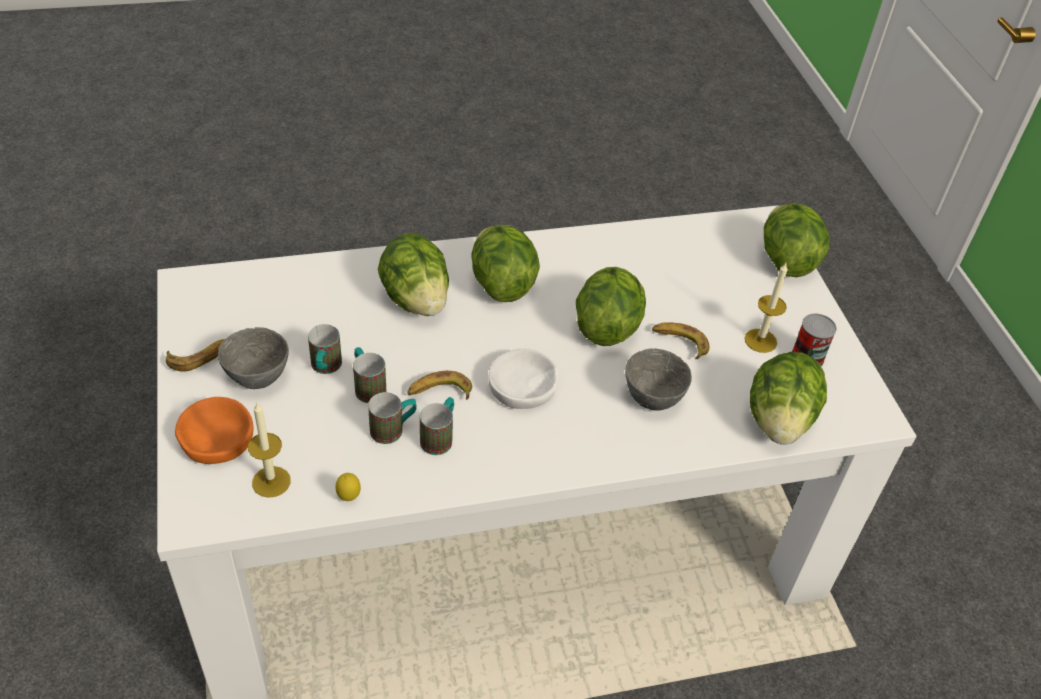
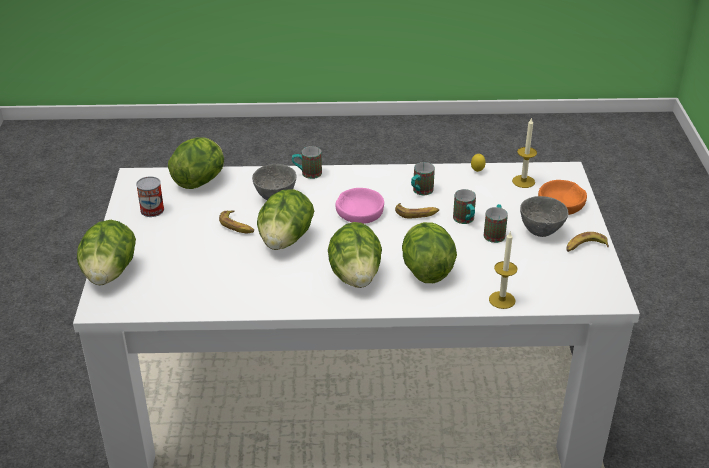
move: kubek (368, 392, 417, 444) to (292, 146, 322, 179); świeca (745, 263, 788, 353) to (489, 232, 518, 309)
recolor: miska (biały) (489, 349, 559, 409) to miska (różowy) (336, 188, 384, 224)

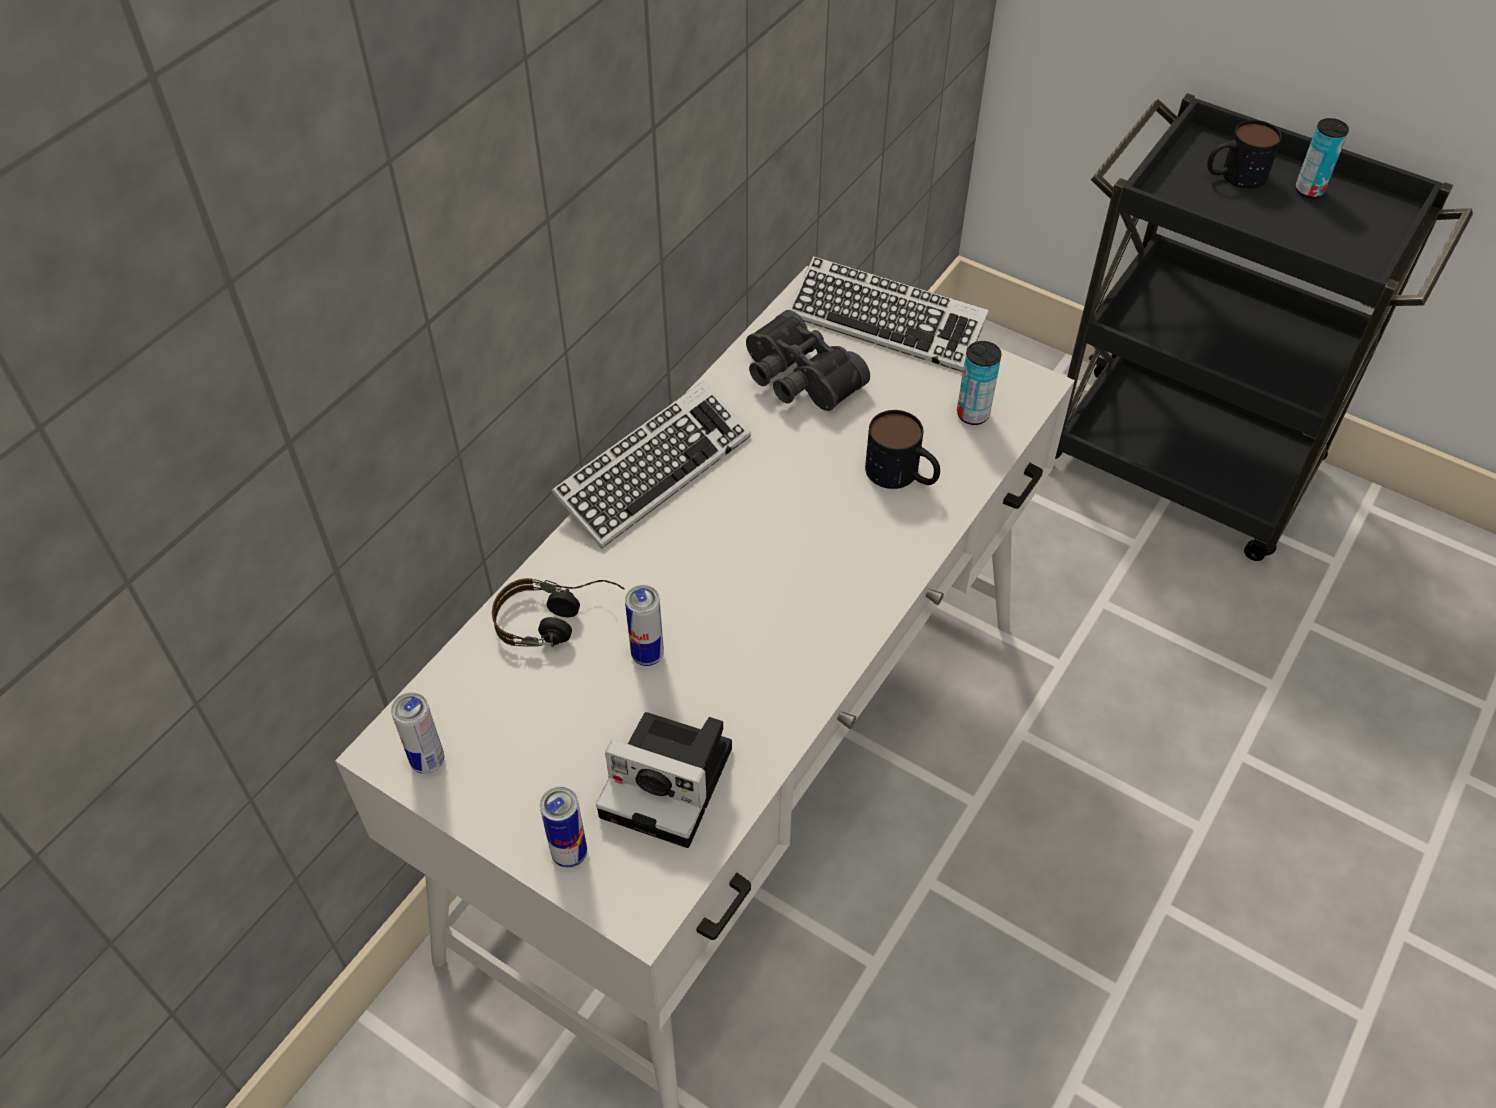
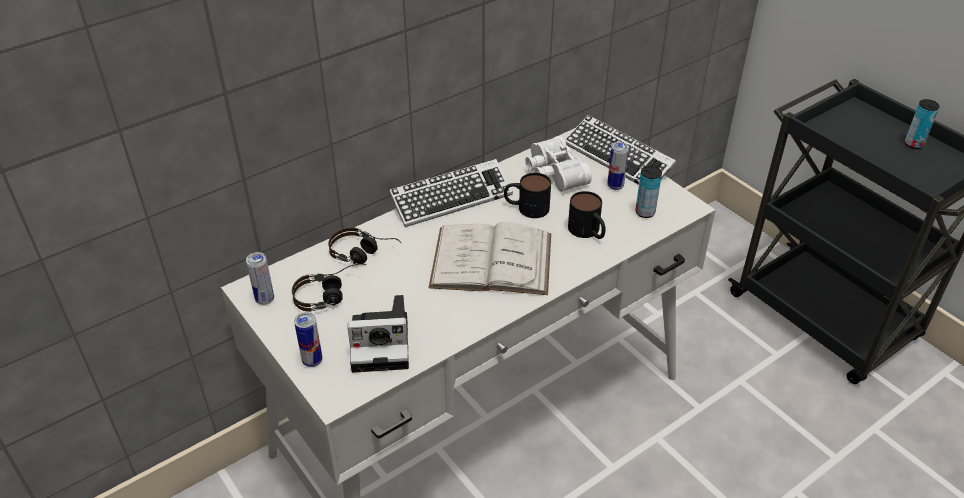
insert: słuchawki (292, 263, 366, 312); książka (biały) (429, 222, 551, 295)
move: puszka (625, 585, 664, 666) to (607, 142, 629, 190); kubek (1207, 120, 1282, 189) to (504, 173, 551, 218)
recolor: lornetka (czarny) (746, 310, 870, 411) to lornetka (biały) (525, 136, 592, 192)
rotate: aparat fotograficzny (596, 712, 732, 848) = (348, 295, 409, 373) 45 degrees counterclockwise

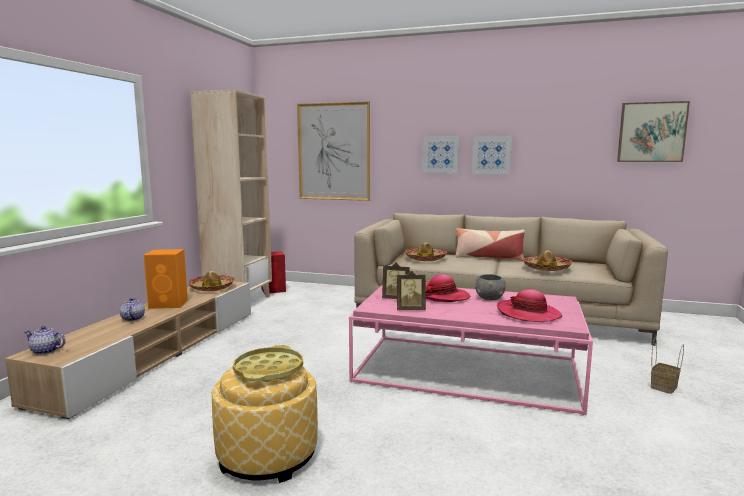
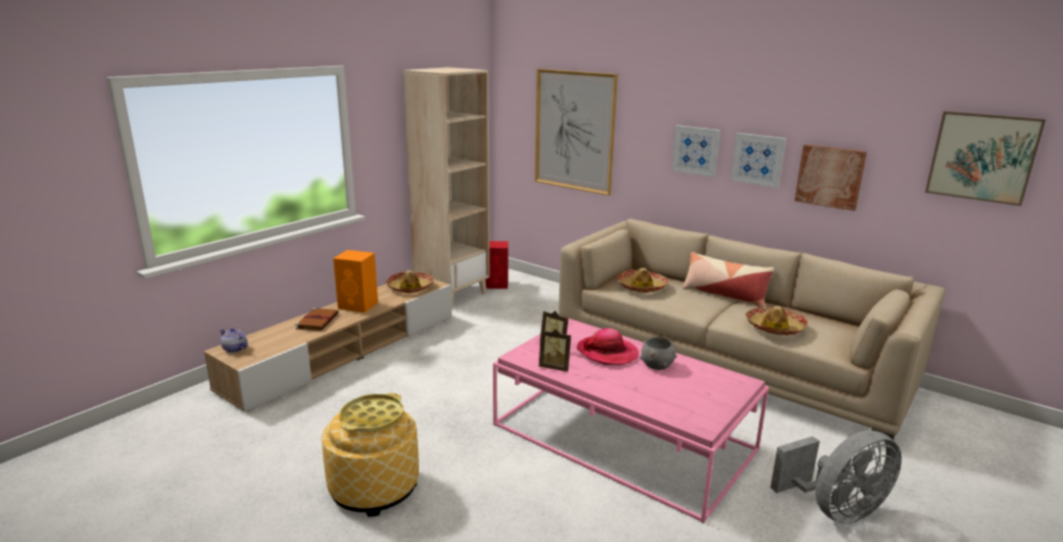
delete: kapelusz (497, 289, 562, 322)
insert: obraz (795, 144, 867, 211)
replace: imbryk (120, 298, 145, 321) to książka (brązowy) (295, 308, 339, 331); koszyk (650, 338, 684, 394) to wentylator (szary) (770, 430, 902, 524)

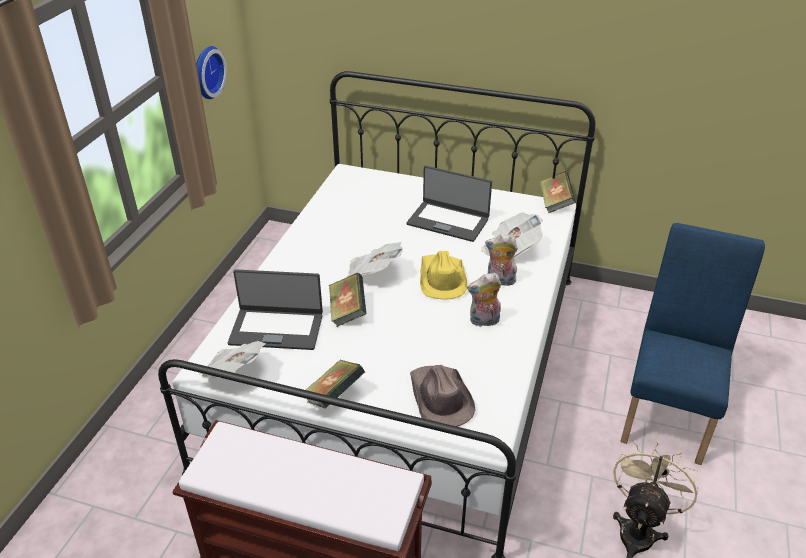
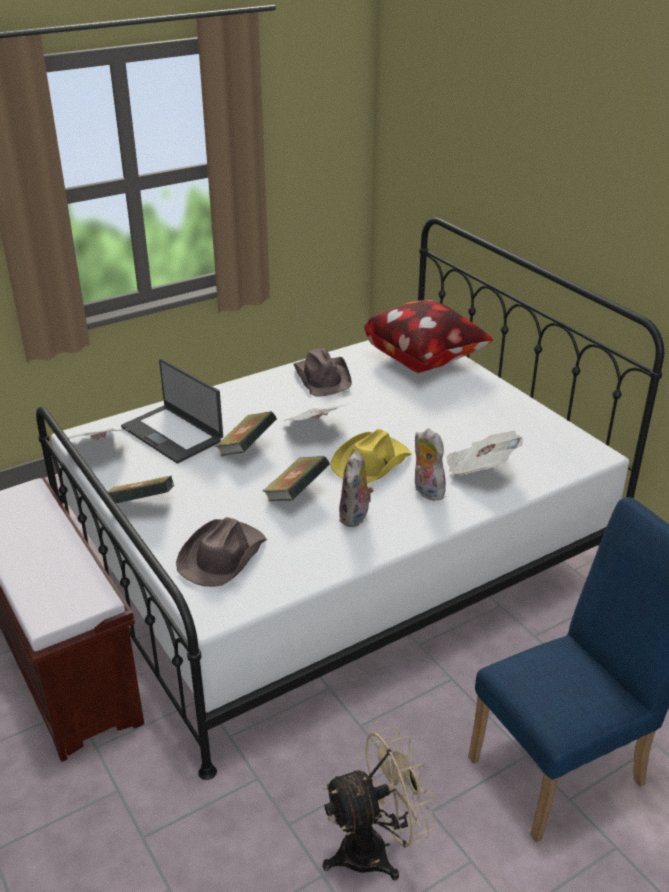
delete: zegar ścienny (196, 46, 227, 99); laptop (407, 166, 492, 242)
insert: kapelusz (brązowy) (293, 348, 352, 397); poduszka (364, 300, 493, 373)
move: książka (539, 171, 576, 213) to (263, 456, 330, 501)
rotate: pluszak (467, 273, 501, 327) = (339, 451, 374, 527) 105 degrees counterclockwise

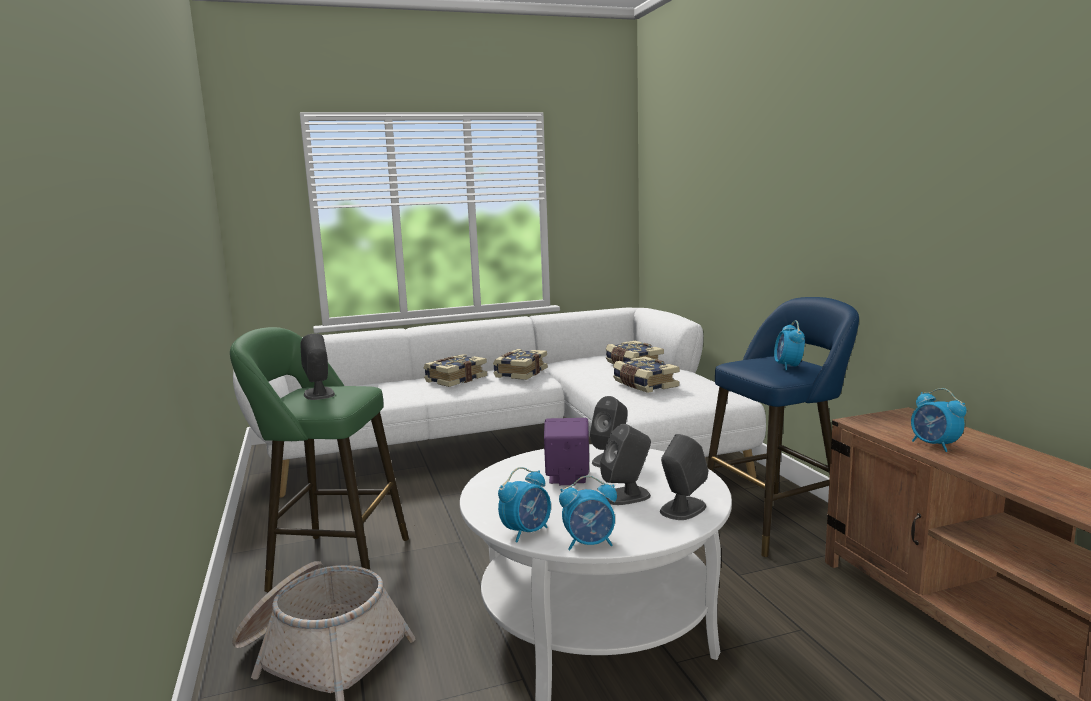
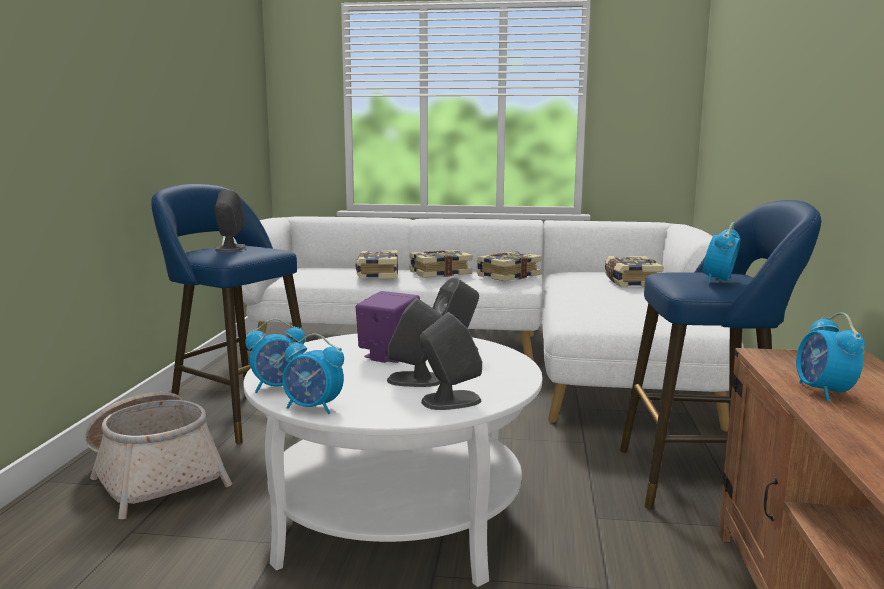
move: książka (613, 357, 679, 393) to (356, 251, 398, 279)
recolor: stołek (zielony) (230, 327, 409, 592) to stołek (niebieski) (151, 184, 303, 444)

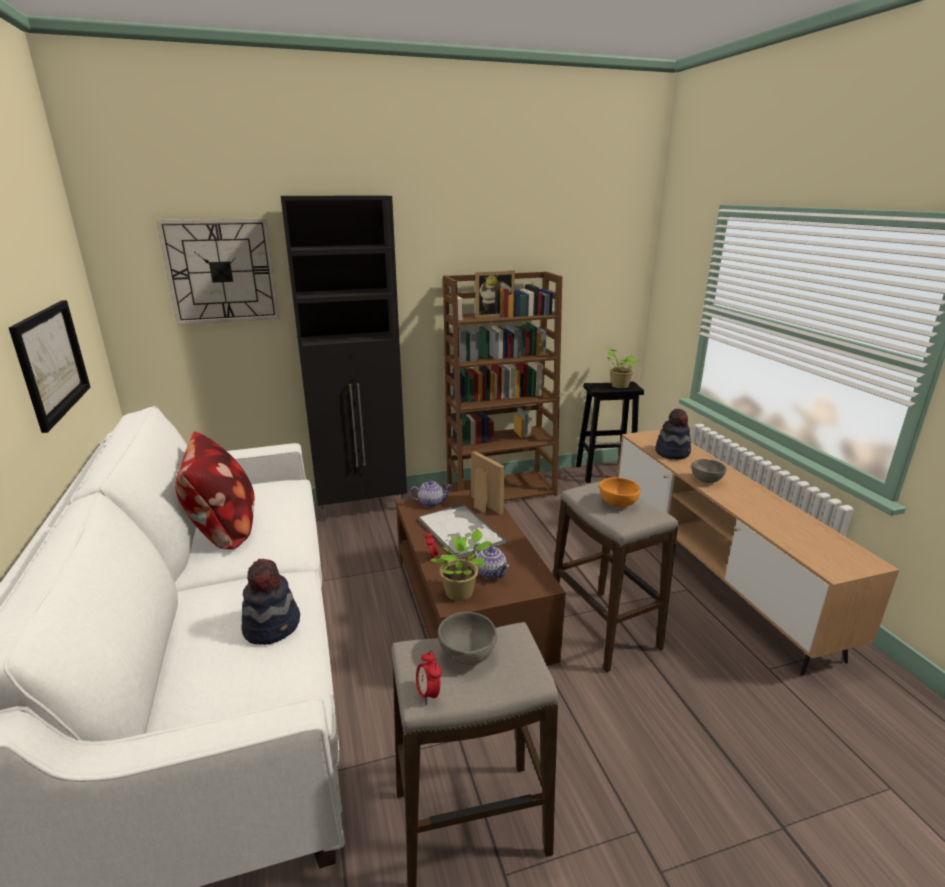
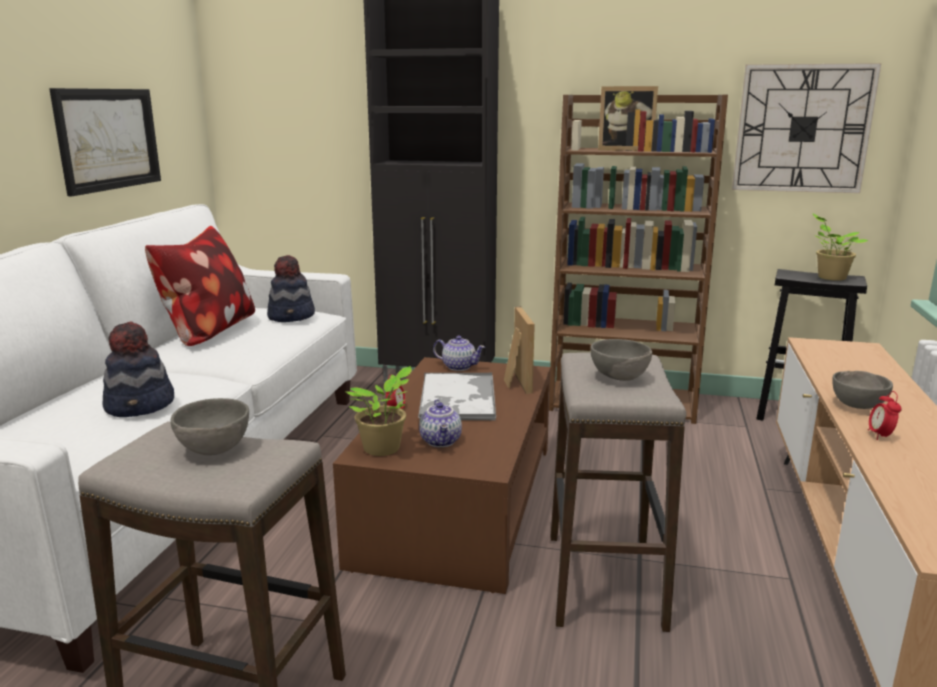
move: zegar ścienny (156, 219, 279, 325) to (732, 63, 881, 193); budzik (416, 650, 442, 705) to (868, 391, 902, 440); kapelusz (655, 408, 691, 460) to (267, 255, 315, 322)
recolor: miska (pomarańczowy) (600, 477, 640, 507) to miska (szary) (590, 339, 652, 381)

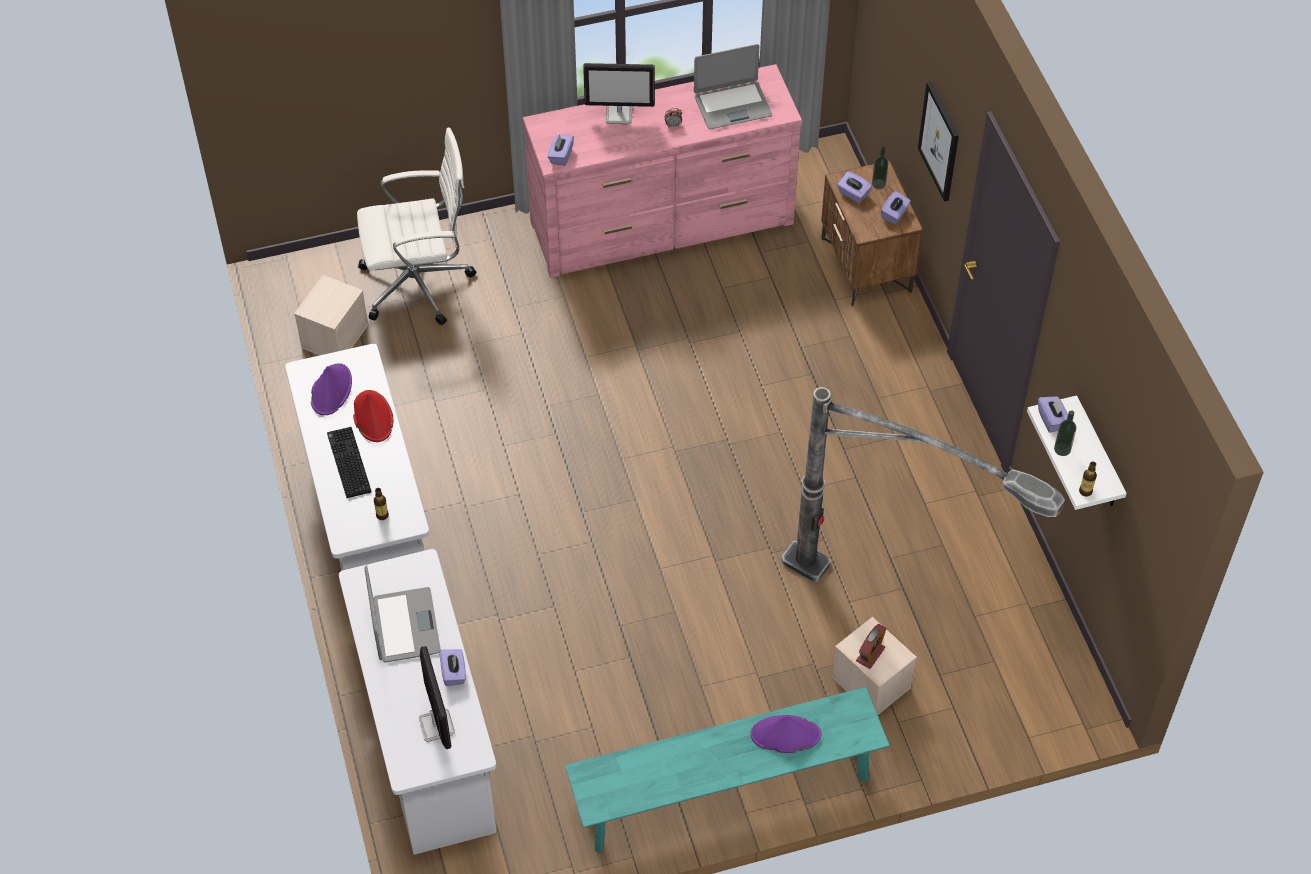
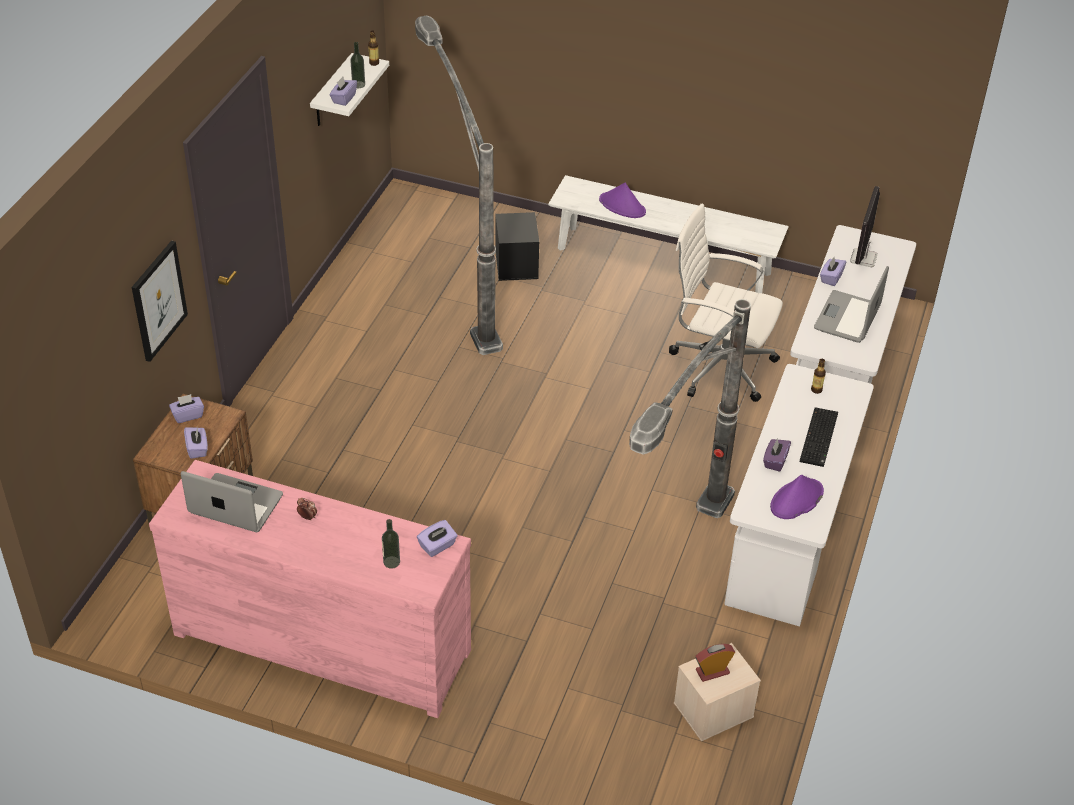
delete: monitor (583, 63, 655, 124)
insert: lampa stojąca (629, 299, 751, 518)
move: krzesło biurowe (biały) (357, 128, 476, 325) to (669, 204, 783, 402); budzik (856, 624, 887, 669) to (696, 644, 735, 682); butelka (872, 147, 888, 189) to (382, 519, 400, 569)
replace: kapelusz (czerwony) (353, 390, 393, 442) to pudełko chusteczek (fioletowy) (763, 438, 791, 472)
recolor: ławka (turkusowy) (565, 687, 890, 853) to ławka (biały) (548, 175, 789, 293); pojemnik do przechowywania (beżowy) (831, 617, 917, 715) to pojemnik do przechowywania (czarny) (495, 212, 539, 281)

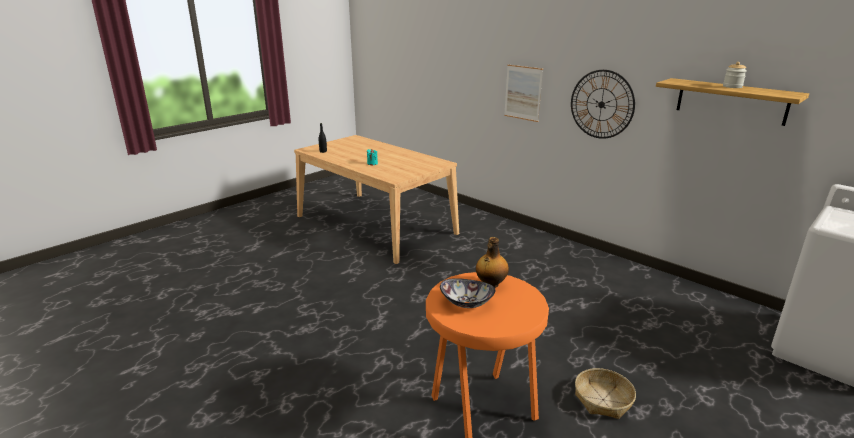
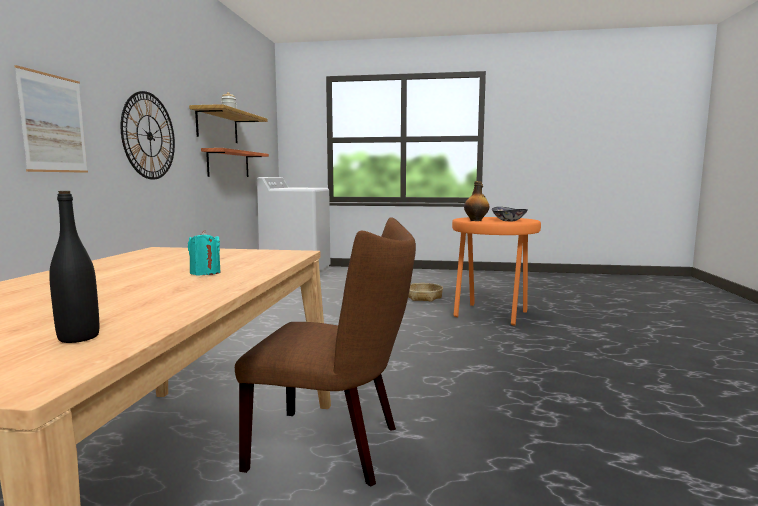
insert: półka (201, 148, 269, 177); krzesło (brązowy) (235, 217, 416, 486)

